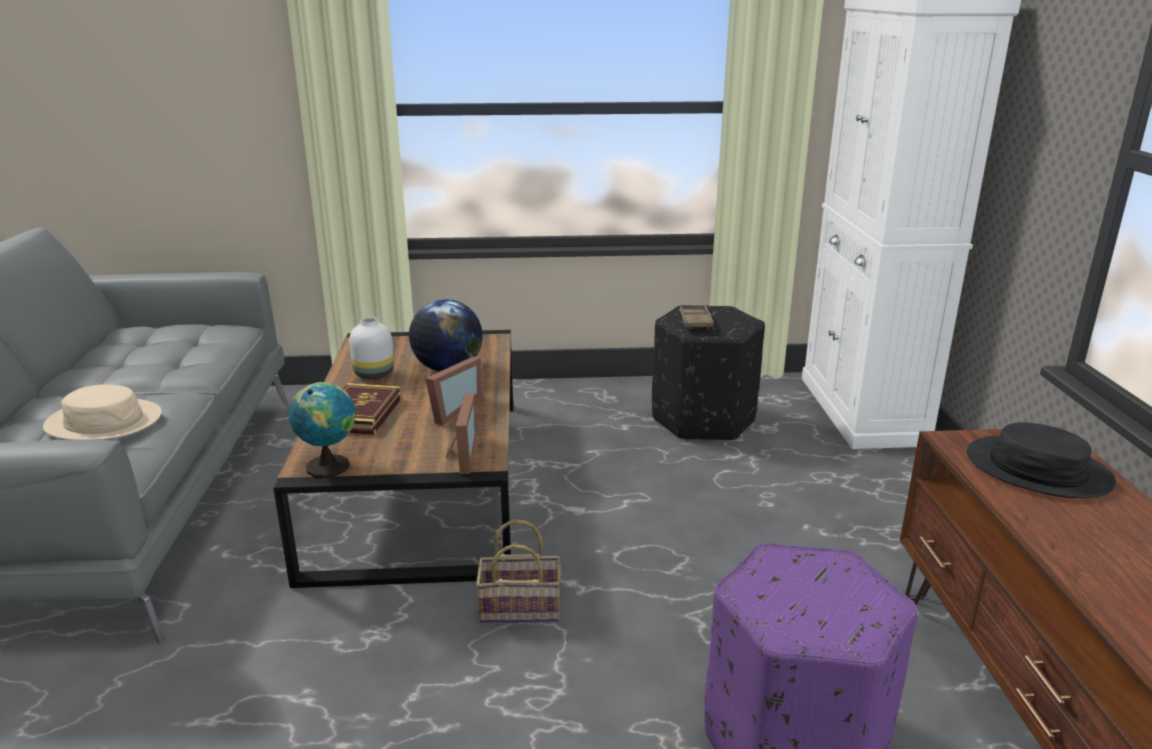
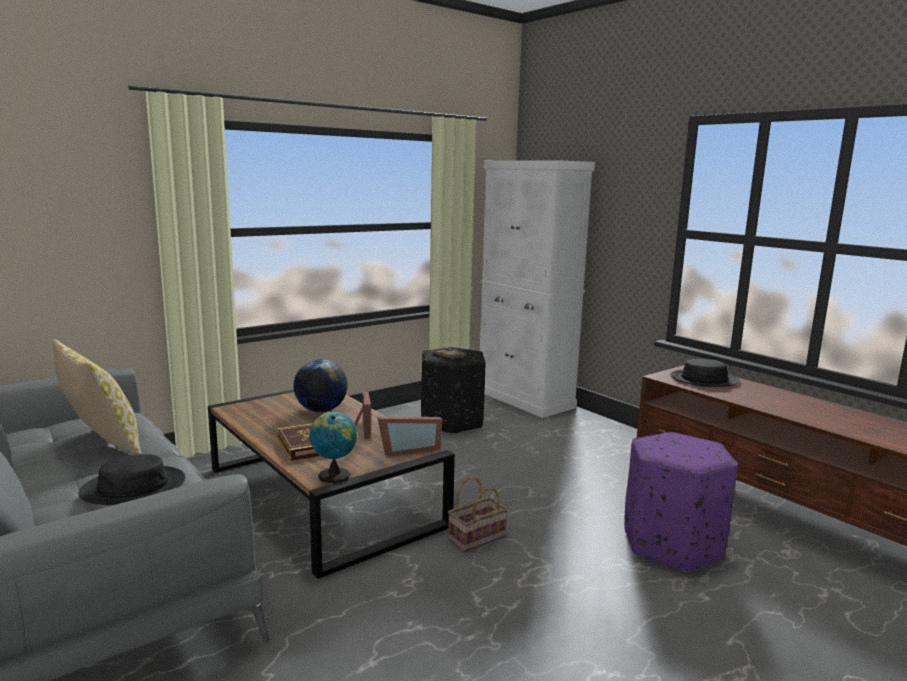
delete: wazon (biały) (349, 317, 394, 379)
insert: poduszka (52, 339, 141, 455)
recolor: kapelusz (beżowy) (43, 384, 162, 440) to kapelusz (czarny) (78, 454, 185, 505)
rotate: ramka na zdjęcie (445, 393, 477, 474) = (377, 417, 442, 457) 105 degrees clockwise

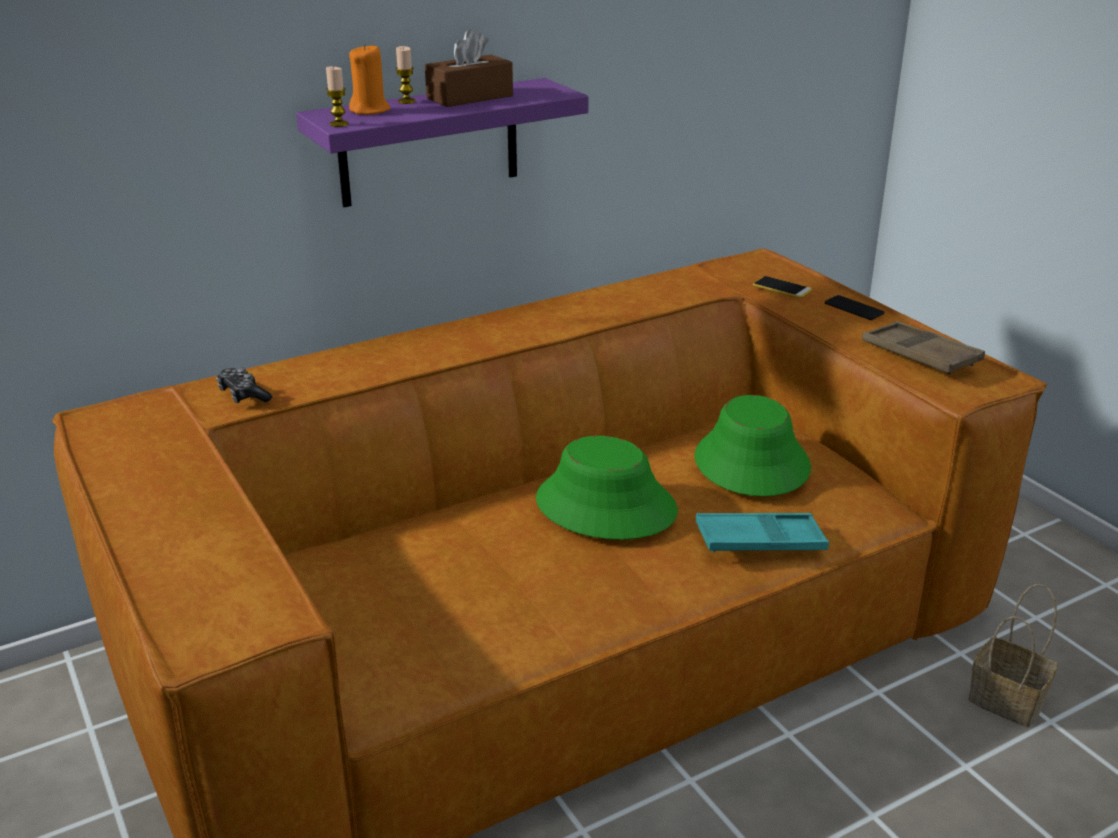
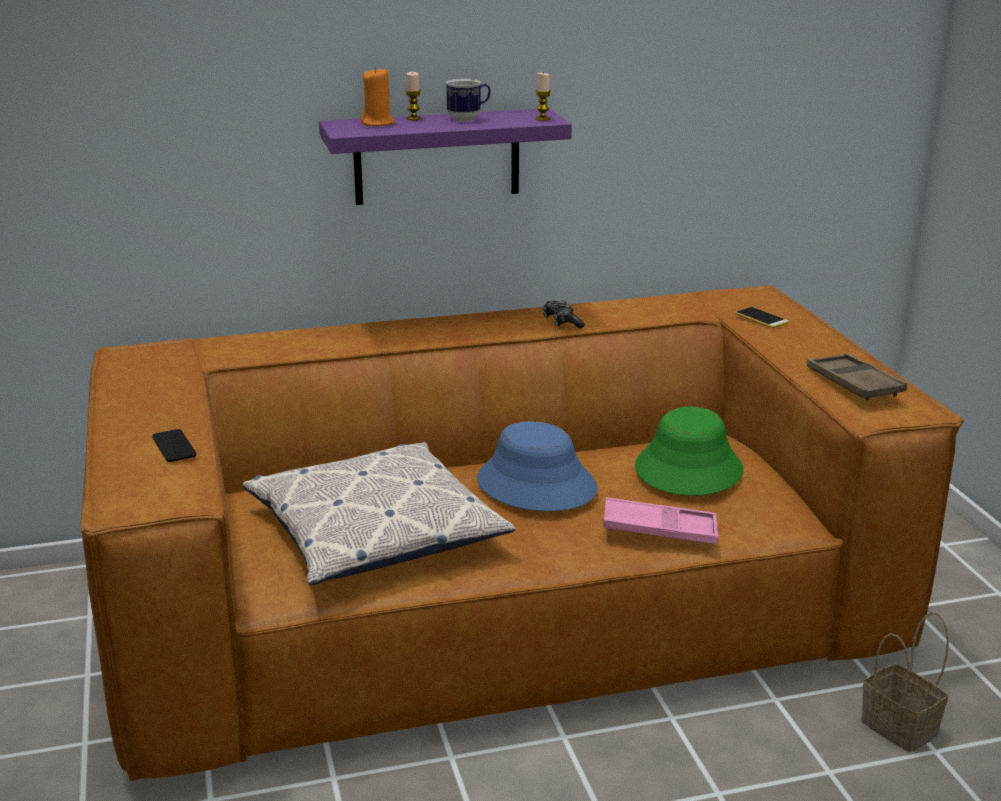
insert: poduszka (243, 442, 515, 585)
move: pad do gier (216, 368, 272, 403) to (543, 301, 585, 329); świeca (326, 67, 349, 127) to (535, 72, 551, 121); telefon (825, 295, 884, 320) to (152, 429, 196, 462)
replace: pudełko chusteczek (brązowy) (425, 29, 513, 107) to kubek (445, 79, 491, 121)
recolor: kapelusz (zielony) (536, 436, 678, 540) to kapelusz (niebieski) (477, 421, 598, 511); taca (turkusowy) (696, 513, 829, 552) to taca (różowy) (603, 497, 718, 544)

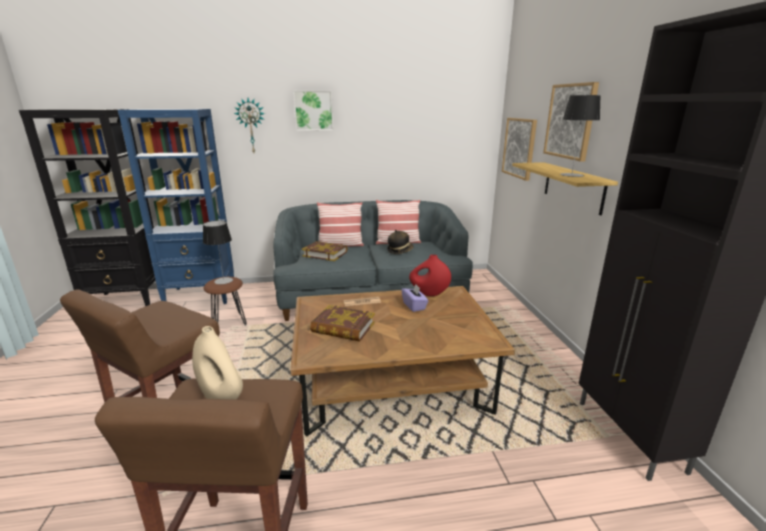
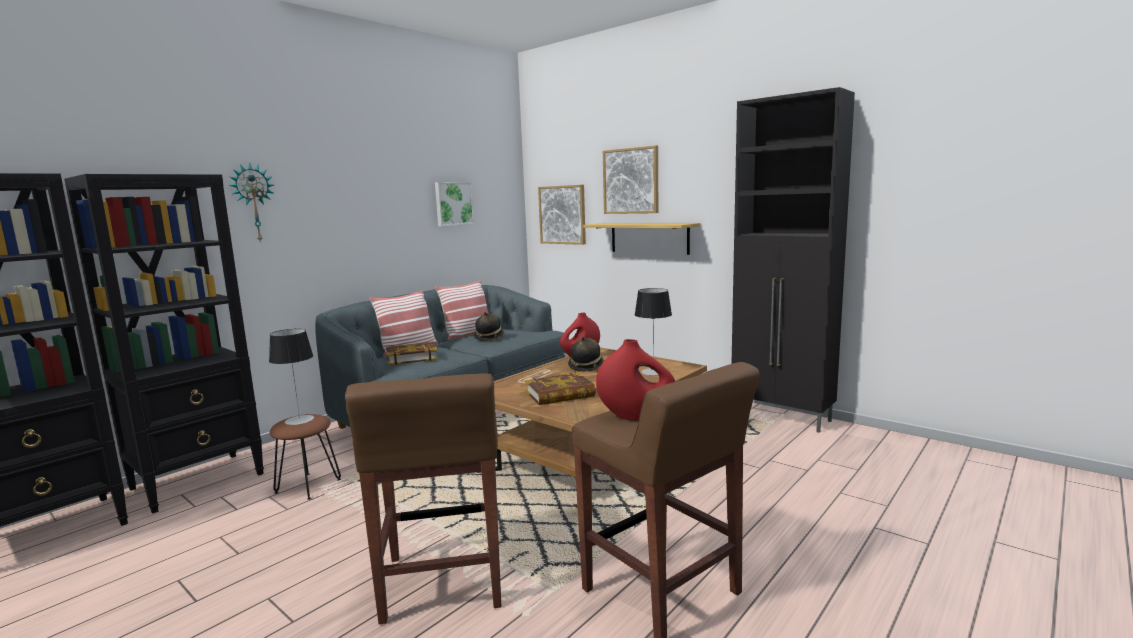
move: obraz (293, 90, 334, 131) to (435, 182, 474, 226); lampa stołowa (560, 95, 601, 177) to (635, 288, 672, 376)
replace: pudełko chusteczek (fioletowy) (401, 284, 428, 312) to kapelusz (568, 337, 604, 372)
recolor: regał (niebieski) (118, 109, 234, 304) to regał (czarny) (64, 174, 264, 513); wazon (beżowy) (192, 326, 243, 400) to wazon (czerwony) (596, 339, 675, 420)

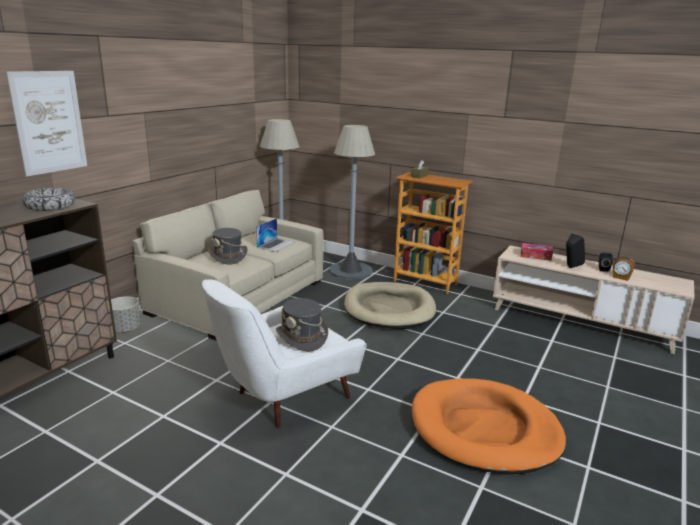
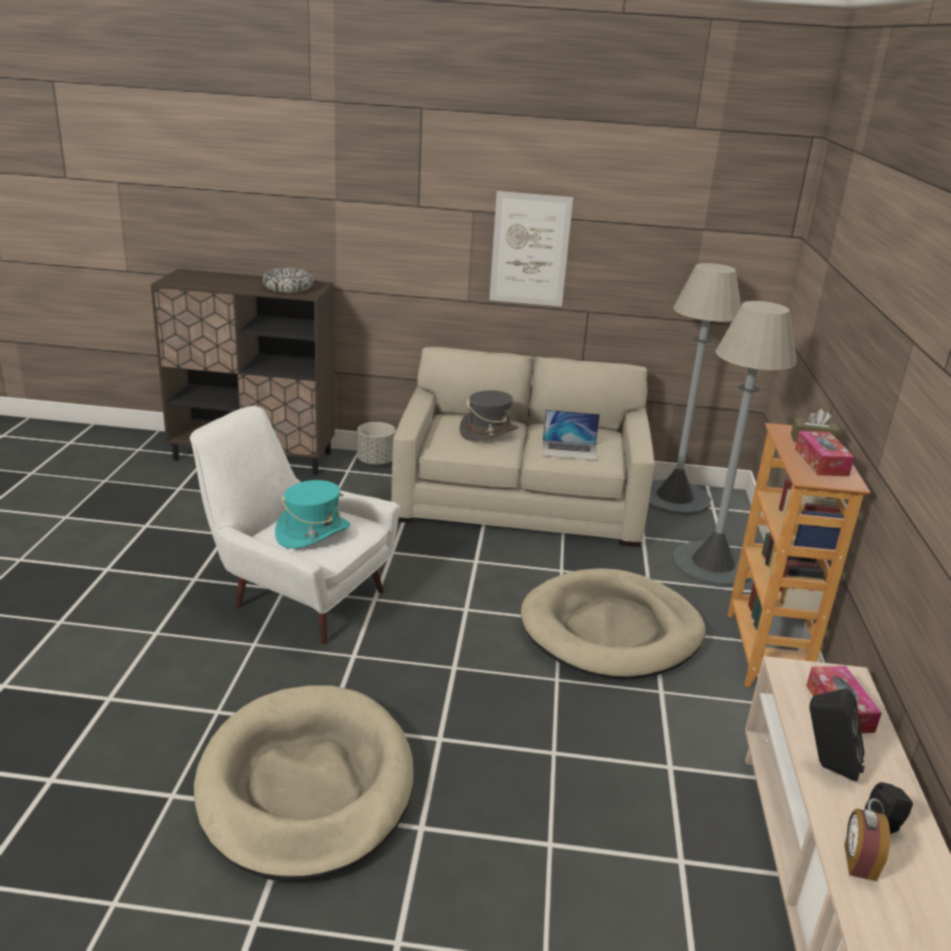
insert: pudełko chusteczek (795, 431, 854, 476)
move: obraz (6, 71, 87, 177) to (489, 191, 573, 307)
recolor: kapelusz (szary) (276, 298, 328, 352) to kapelusz (turkusowy) (275, 480, 350, 549); legowisko (pomarańczowy) (412, 378, 566, 474) to legowisko (beżowy) (194, 685, 413, 882)

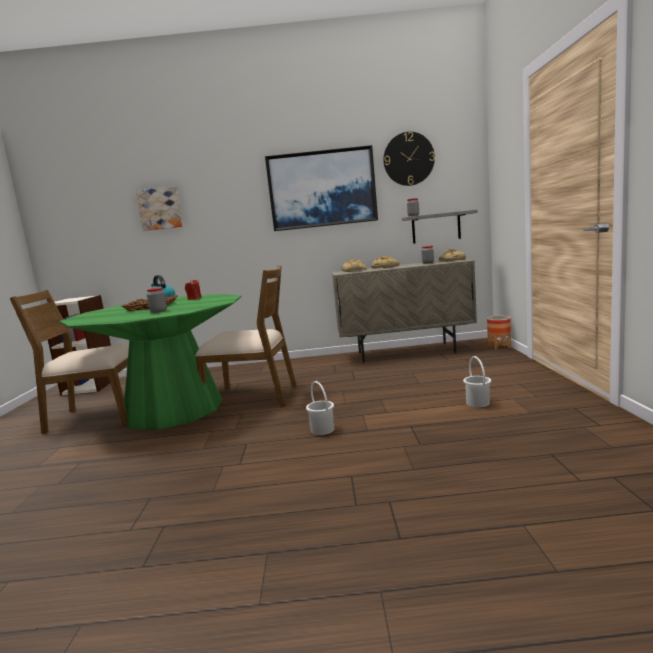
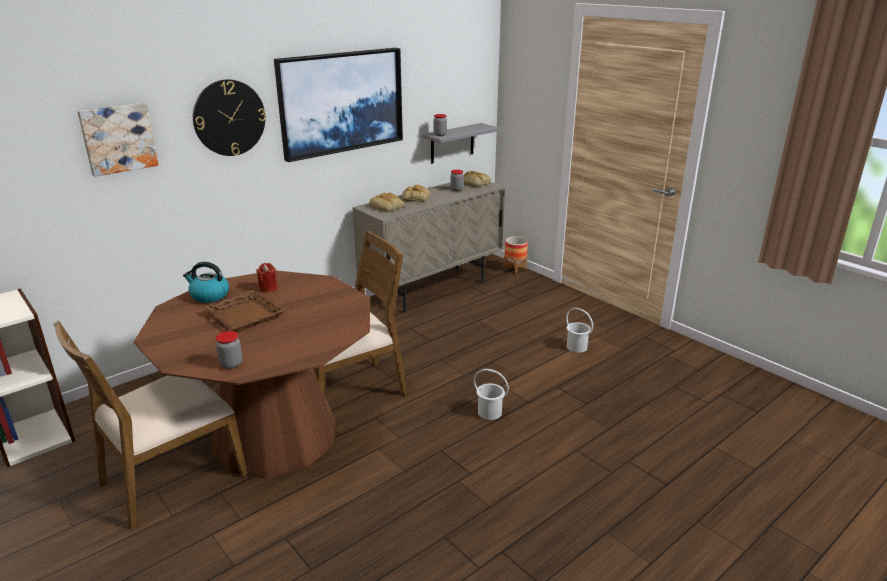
move: słoik (147, 287, 167, 313) to (216, 331, 242, 369); zegar ścienny (383, 132, 435, 186) to (193, 80, 266, 156)
recolor: stół jadalny (zielony) (59, 294, 241, 430) to stół jadalny (brązowy) (134, 271, 370, 479)

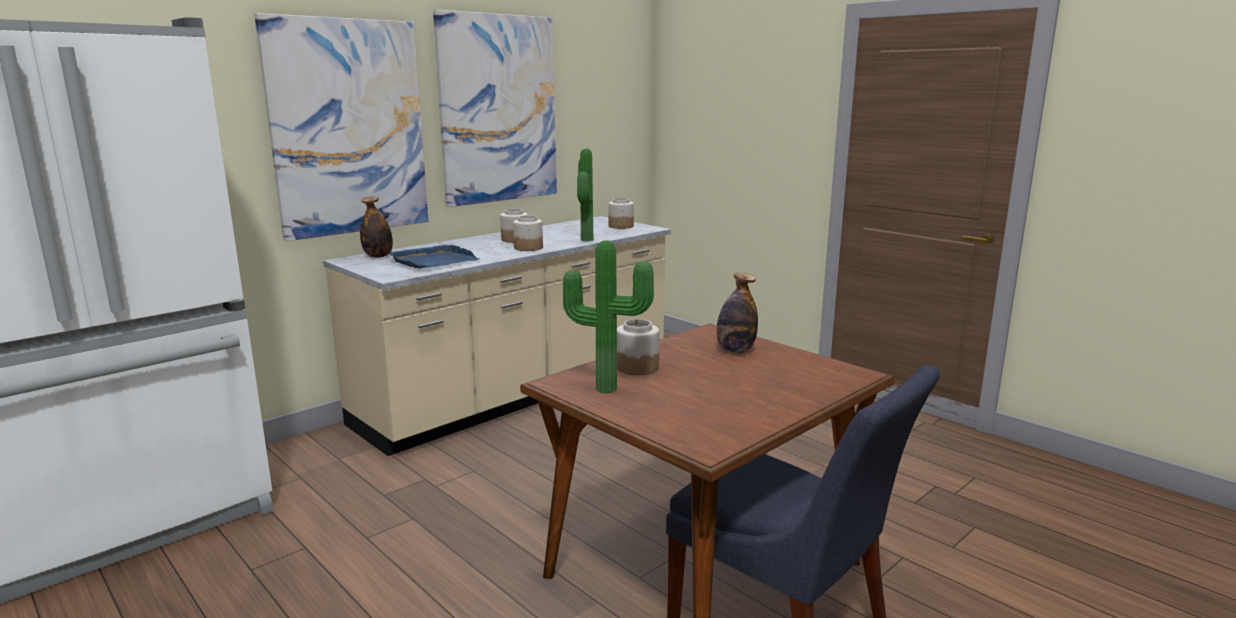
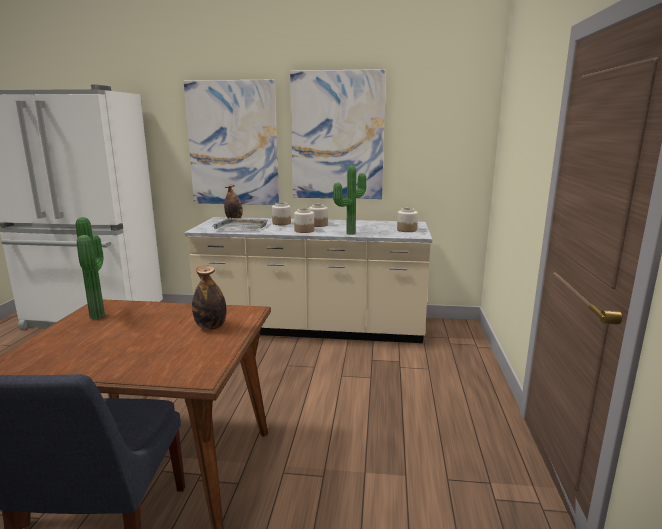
move: słoik (617, 319, 660, 375) to (272, 202, 291, 225)
recolor: taca (niebieski) (389, 245, 480, 269) to taca (szary) (212, 217, 268, 231)

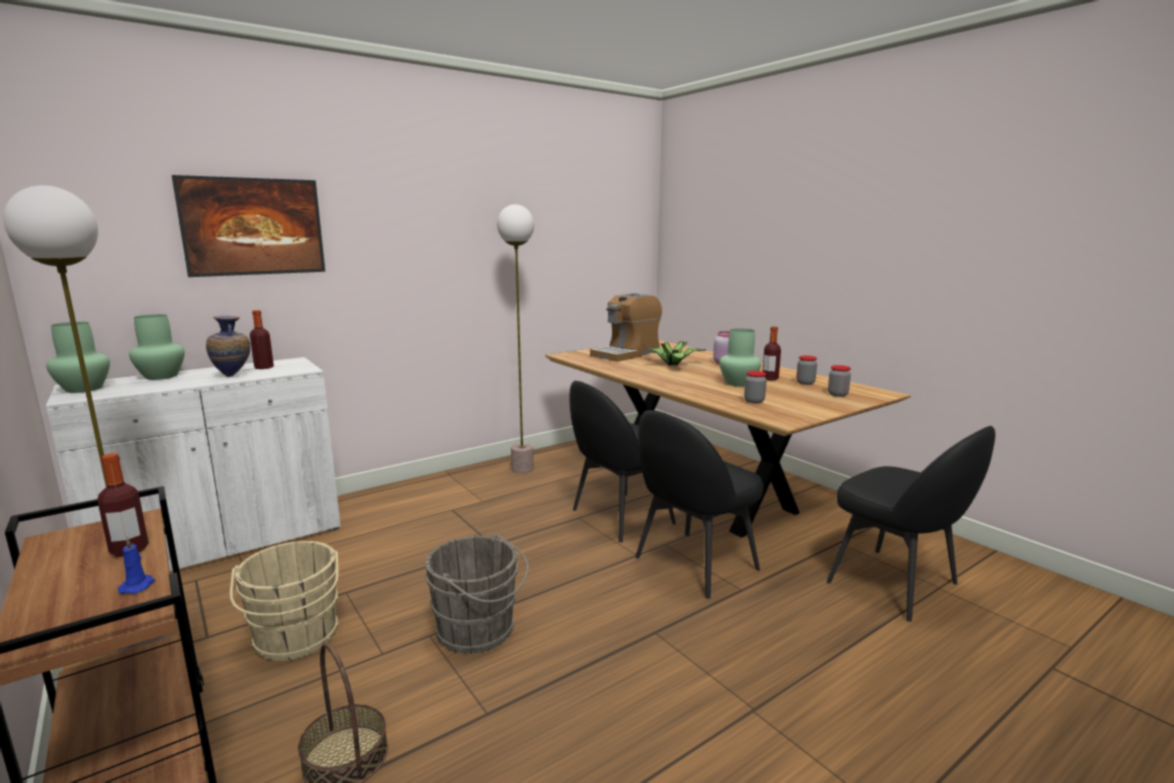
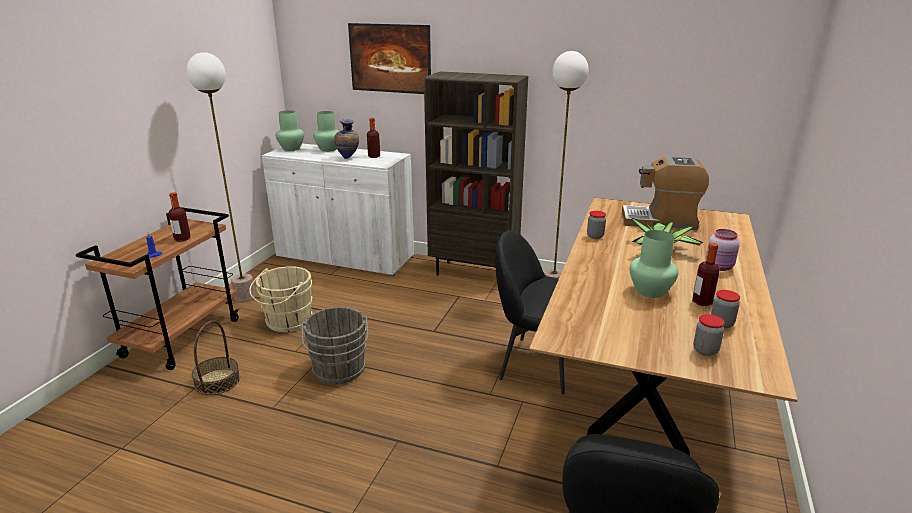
delete: krzesło (czarny) (635, 410, 763, 599)
insert: regał (brązowy) (424, 71, 528, 276)
move: słoik (744, 371, 767, 403) to (587, 211, 606, 239)

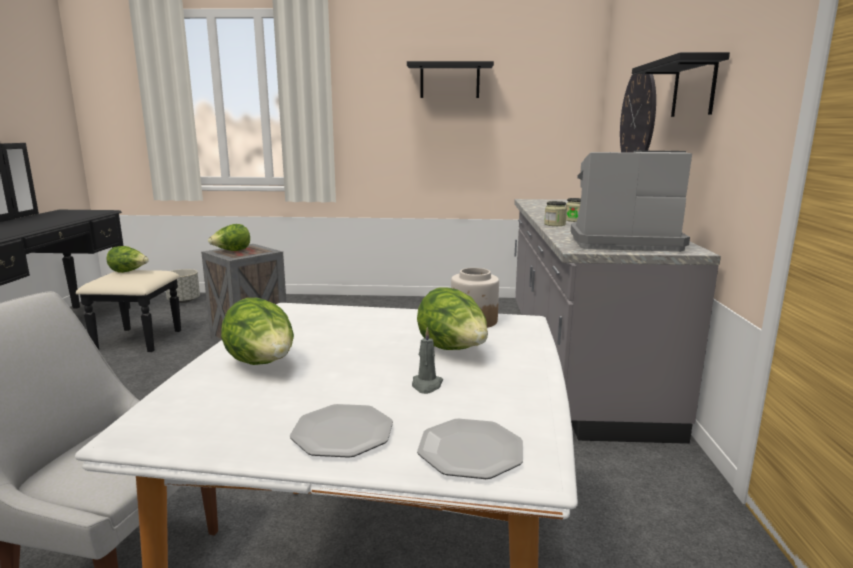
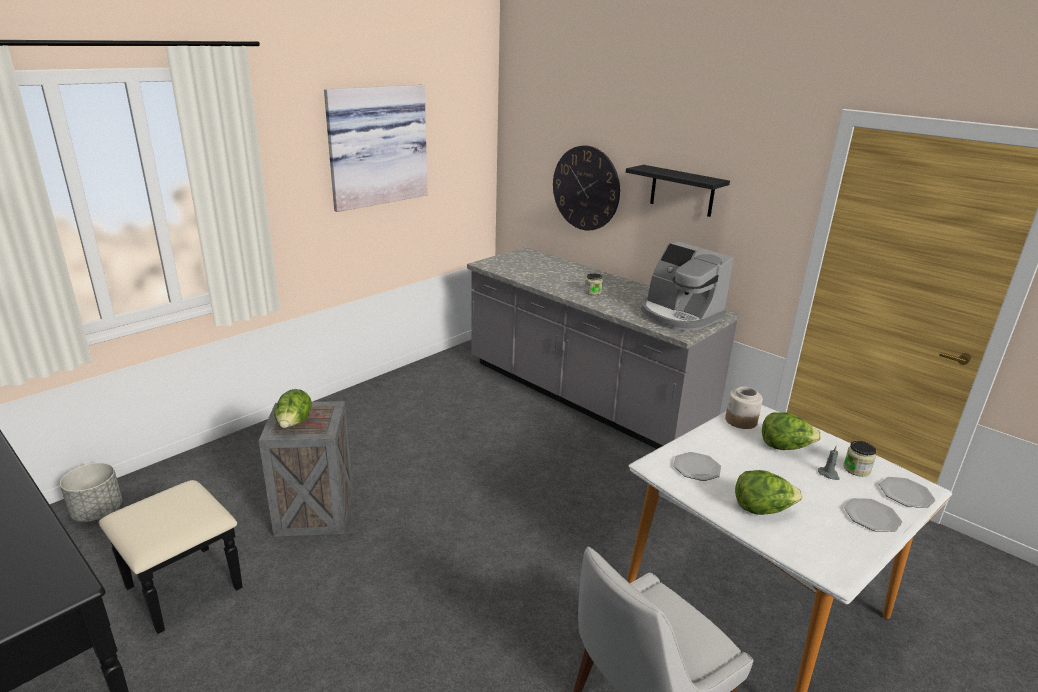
delete: sałata (107, 246, 149, 273)
insert: talerz (673, 452, 721, 481)
move: słoik (544, 201, 567, 226) to (843, 441, 876, 477)
replace: półka (czarny) (407, 61, 494, 98) to obraz (324, 85, 427, 212)
rotate: ekspres do kawy (571, 151, 692, 252) = (641, 242, 734, 331) 90 degrees counterclockwise

